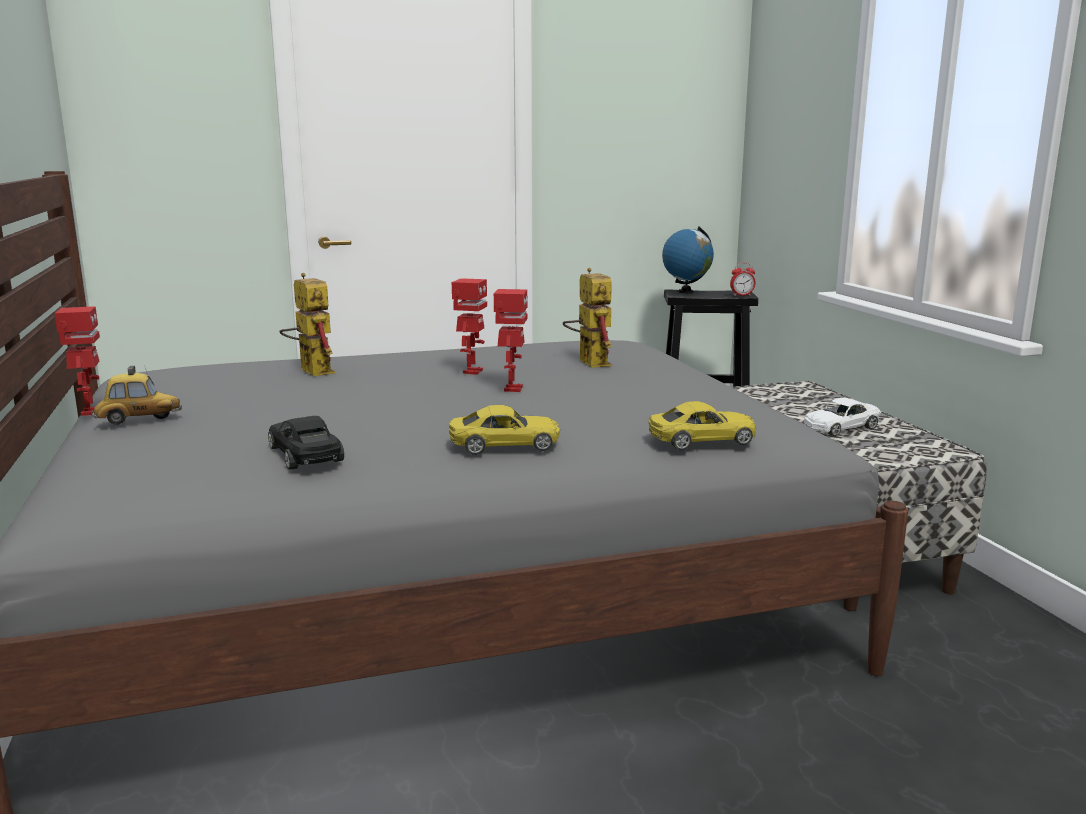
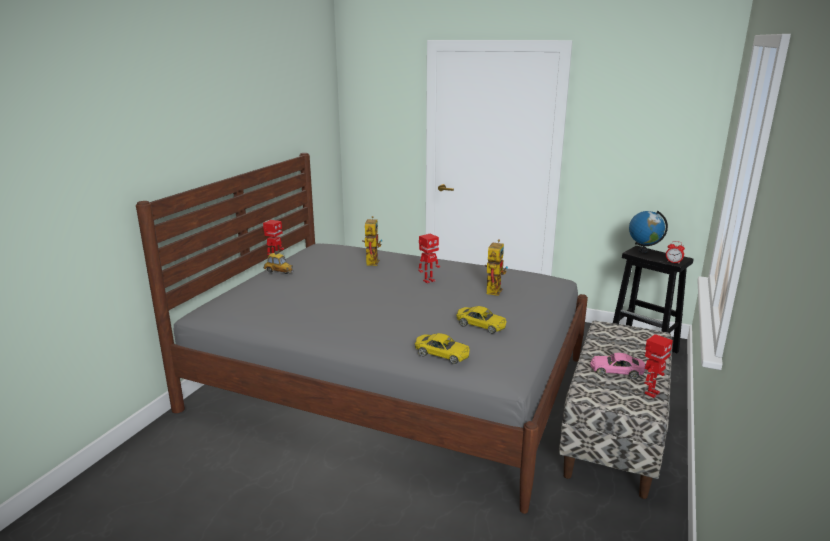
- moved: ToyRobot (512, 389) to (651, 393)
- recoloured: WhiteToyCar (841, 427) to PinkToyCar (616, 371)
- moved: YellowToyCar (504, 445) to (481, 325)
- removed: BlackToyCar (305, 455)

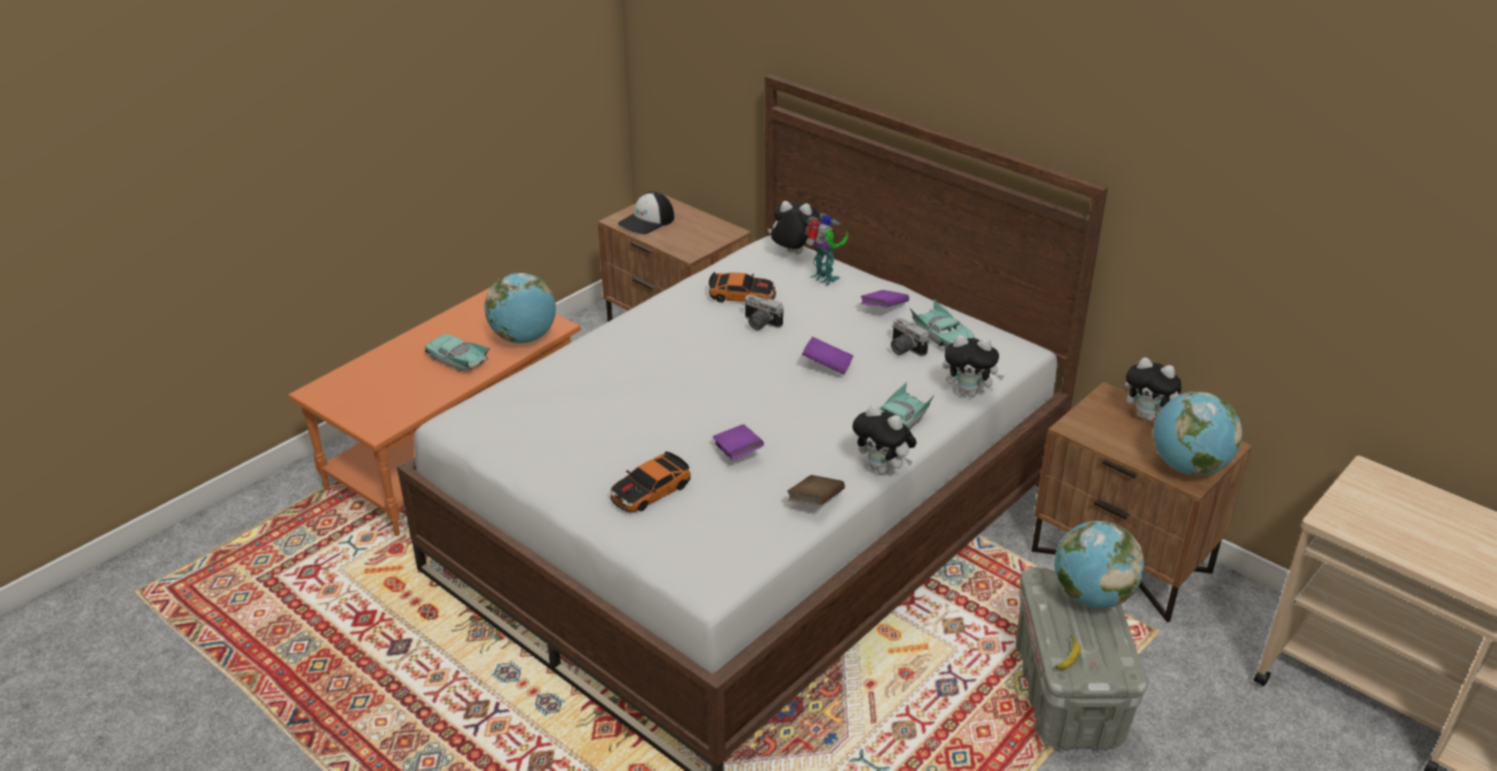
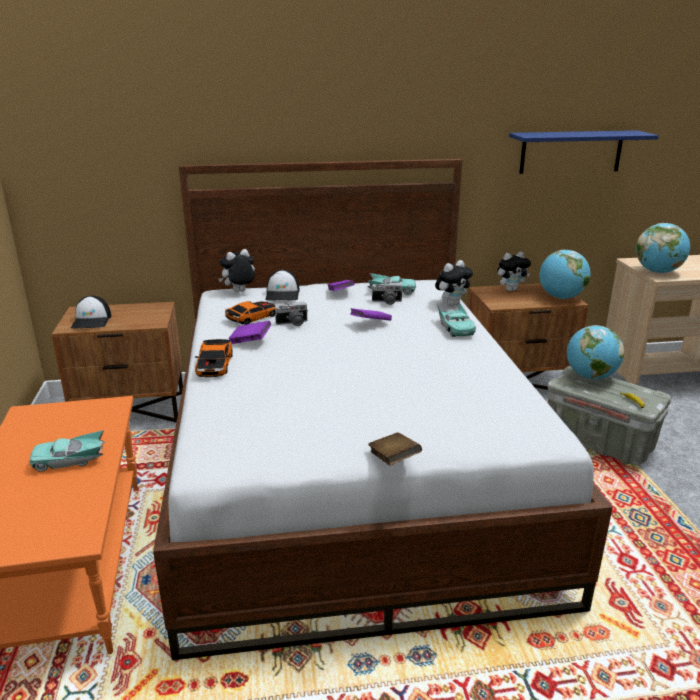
- replaced: ToyRobot (823, 279) to Cap (283, 294)
- moved: Globe (524, 338) to (657, 272)
- removed: PlushToy (883, 469)
- moved: PurpleBook (737, 453) to (250, 341)
- moved: ToyCar (650, 490) to (215, 364)
- moved: BrownBook (815, 502) to (393, 460)
- added: BlueShelf (571, 152)

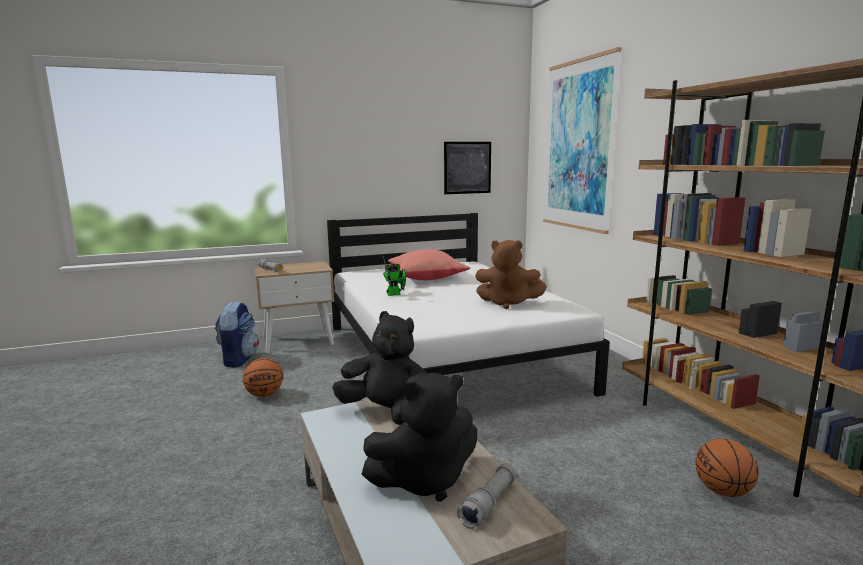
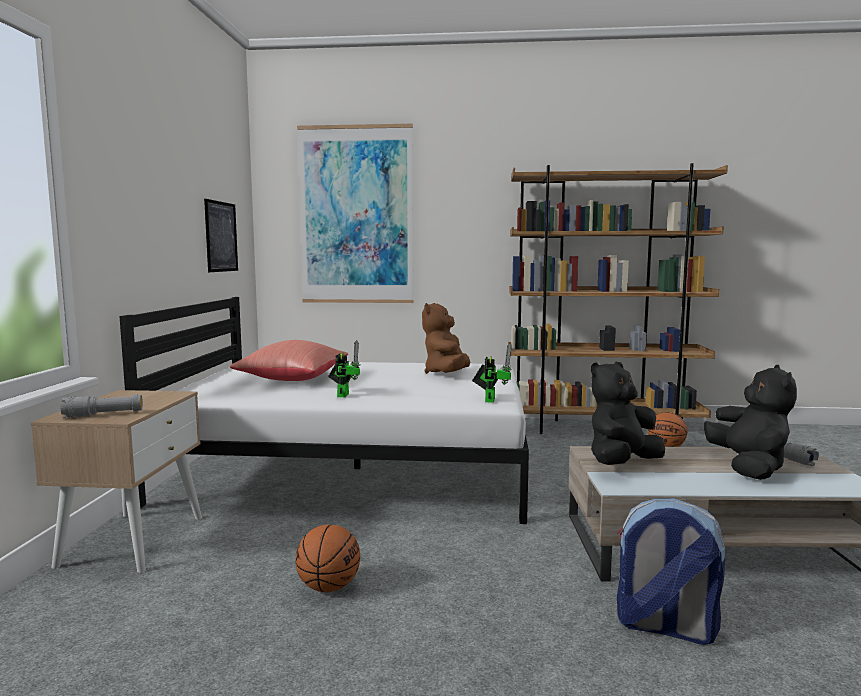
- turned: BrownPlushToy (507, 303) = (447, 374) 150 degrees clockwise
- moved: Backpack (238, 359) to (664, 627)
- added: ToyRobot (490, 399)

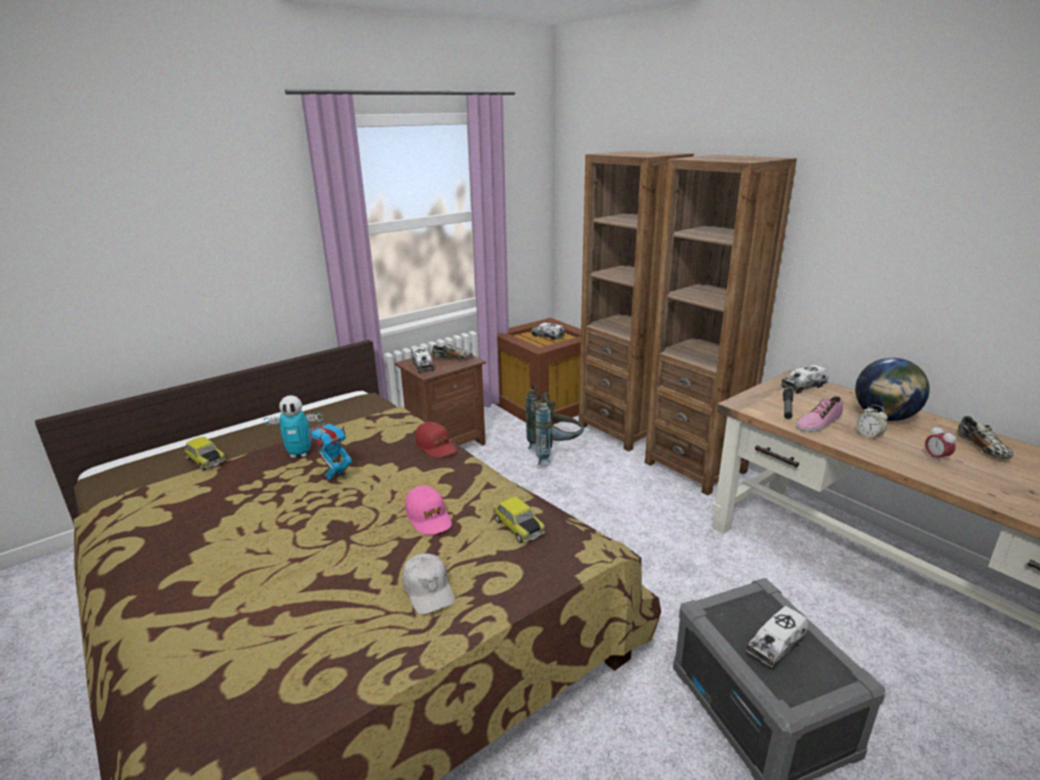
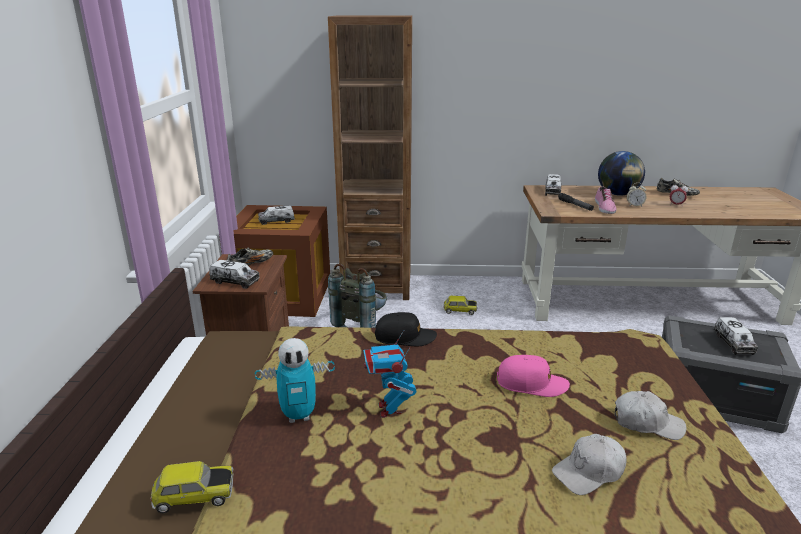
- removed: BrownBookcase (695, 467)
- turned: ToyRobot (300, 454) = (299, 415) 45 degrees clockwise
- recoloured: RedCap (436, 446) to BlackCap (405, 337)
- moved: ToyCar (518, 527) to (460, 310)
- added: WhiteCap (589, 472)

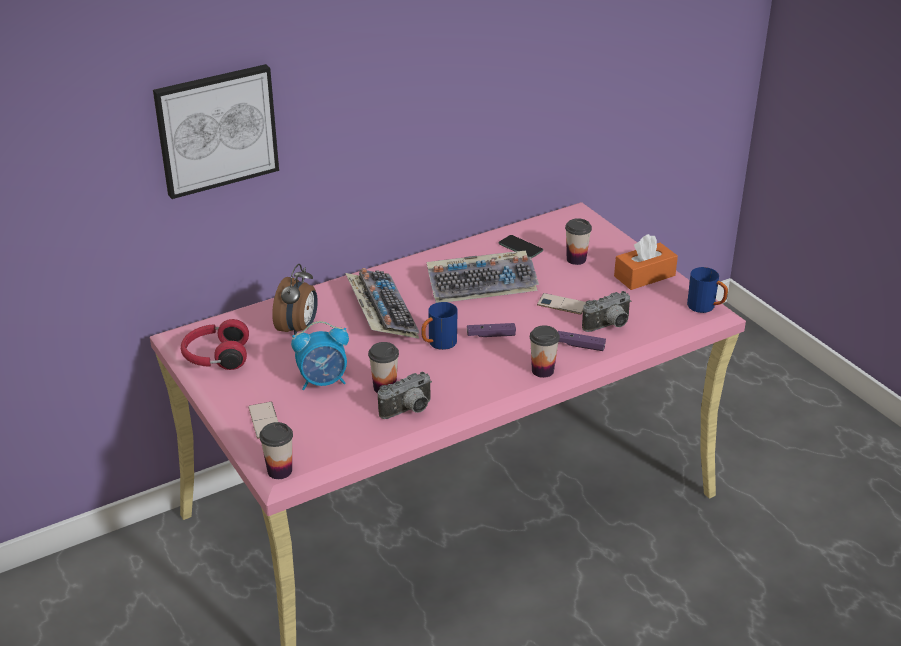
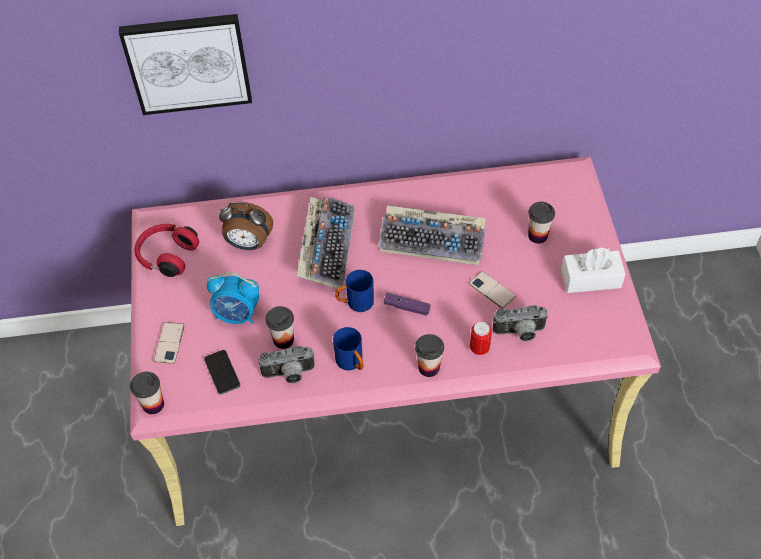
- recoloured: OrangeTissueBox (644, 276) to WhiteTissueBox (591, 278)
- moved: Phone (520, 247) to (222, 372)
- turned: AlarmClock (298, 329) = (248, 244) 60 degrees clockwise
- moved: BlueMug (706, 307) to (352, 363)
- replaced: PurpleGameController (580, 346) to Can (479, 348)

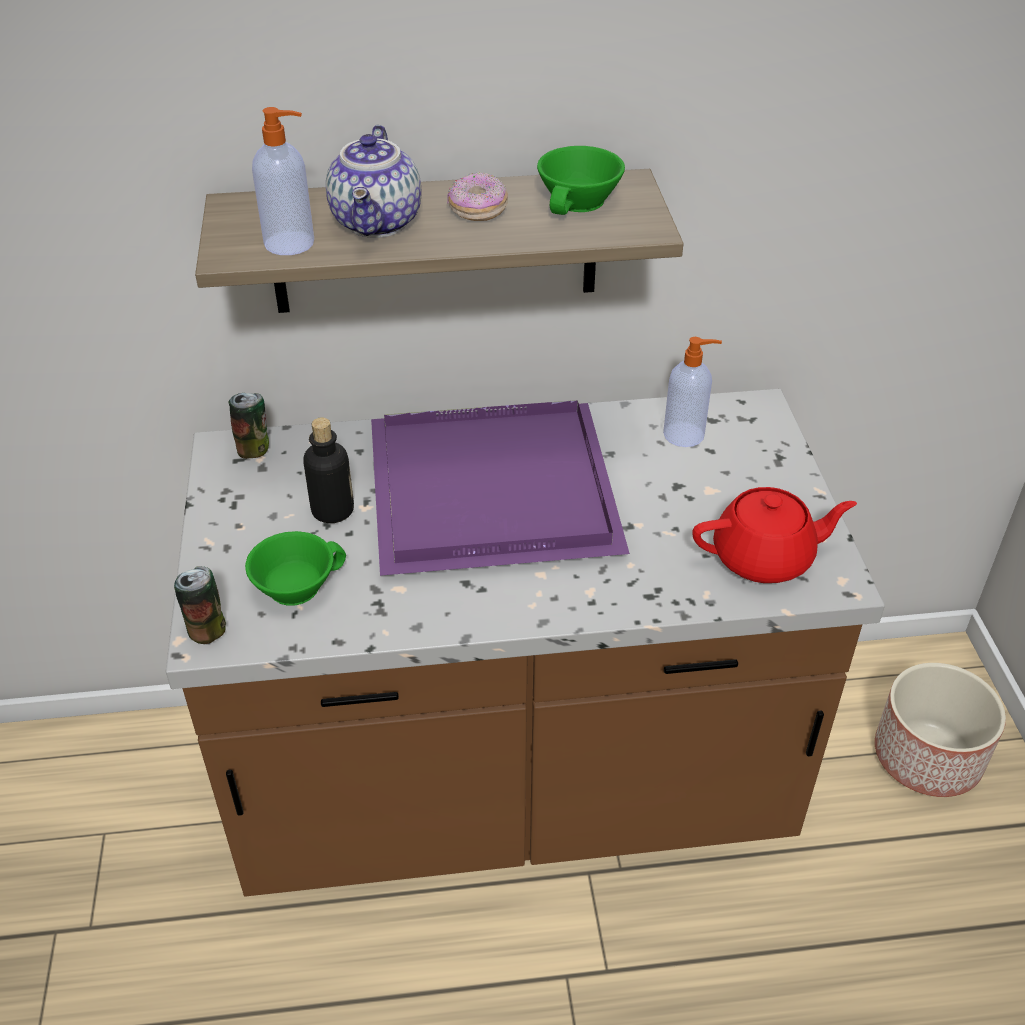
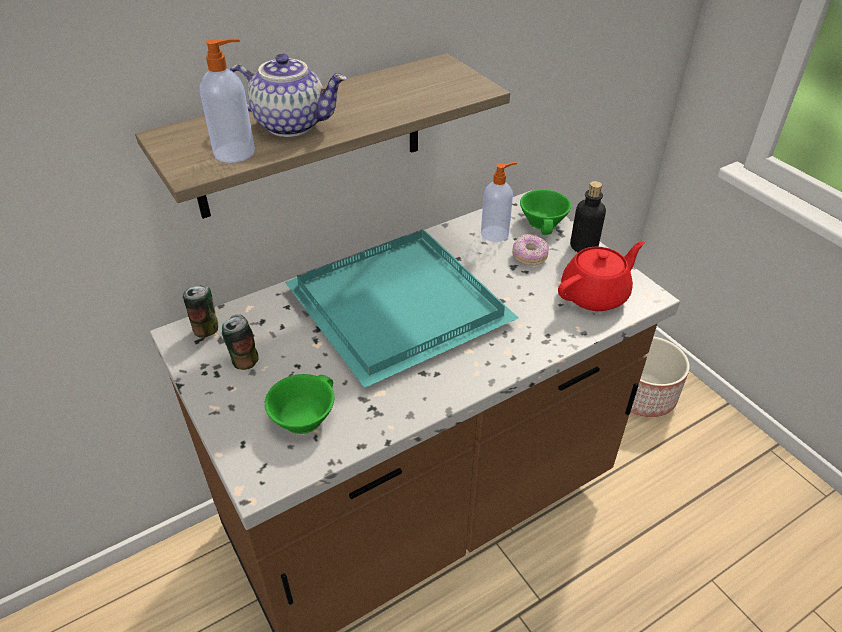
- turned: Teapot (379, 223) = (292, 124) 60 degrees counterclockwise
- moved: GreenCup (581, 202) to (545, 222)
- moved: Donut (477, 210) to (529, 257)
- recoloured: PurpleTray (488, 494) to TurquoiseTray (397, 308)
- moved: Bottle (332, 510) to (583, 246)
- moved: Can (207, 629) to (244, 360)

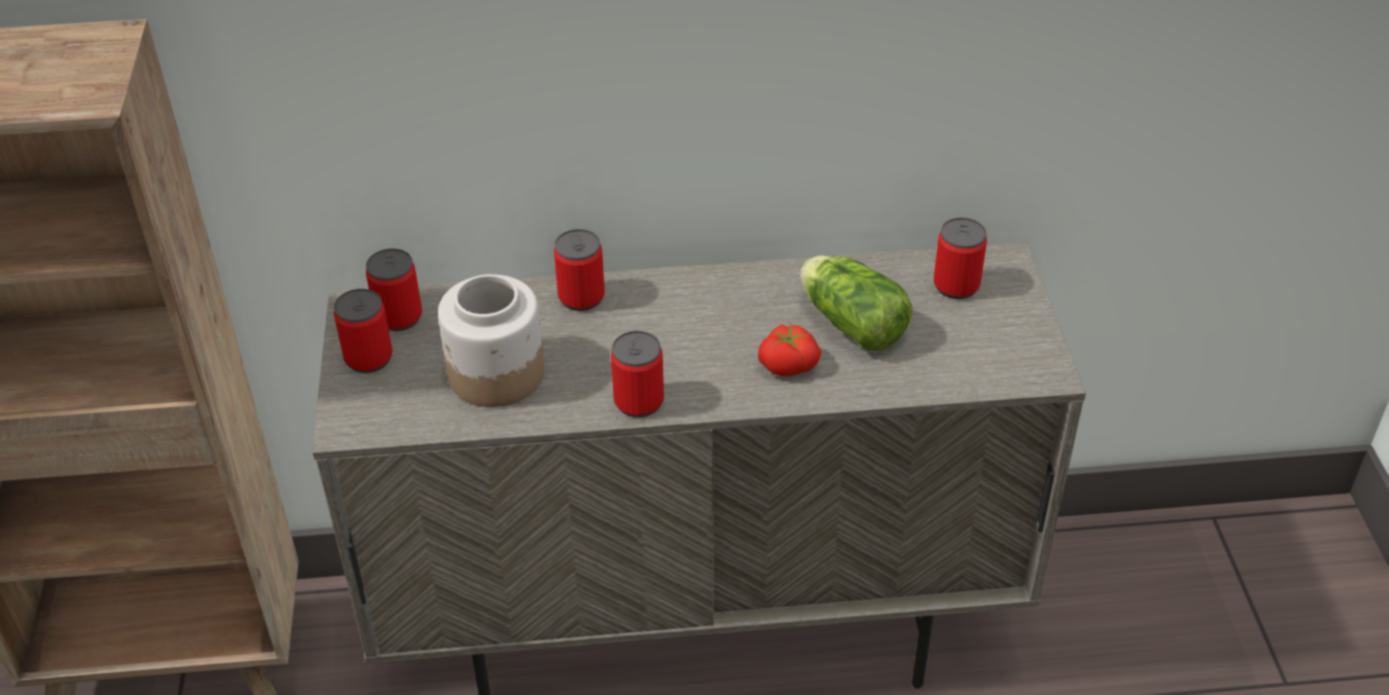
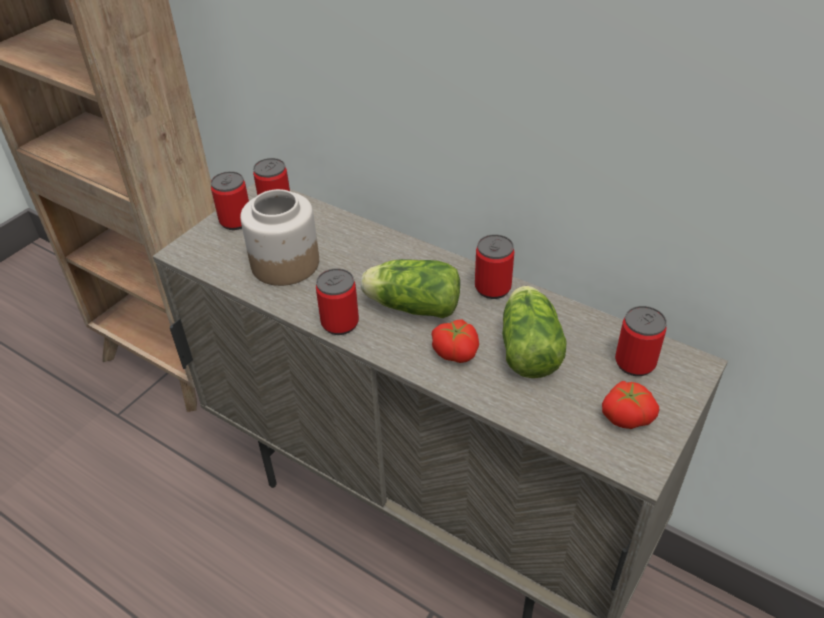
- moved: Can (581, 297) to (492, 288)
- added: Lettuce (410, 306)
- added: Tomato (626, 415)

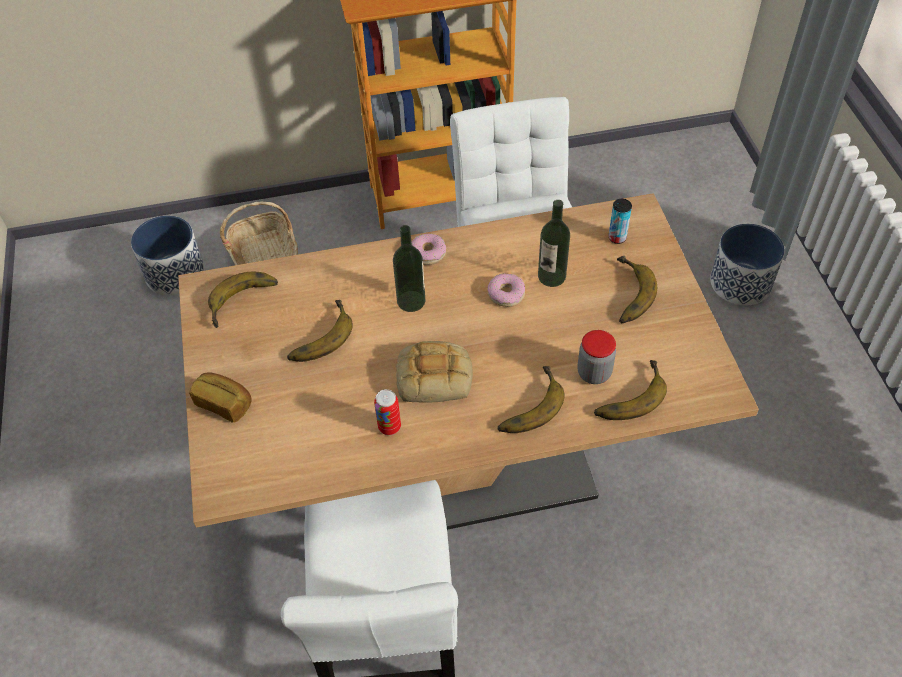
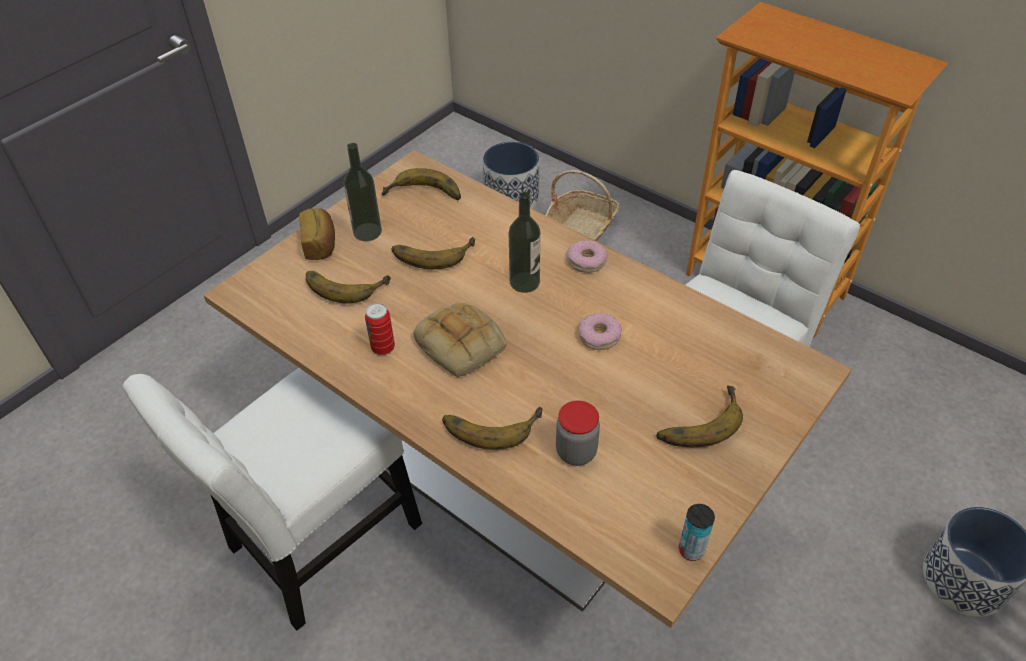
- moved: Can (617, 238) to (691, 550)
- moved: Bottle (551, 276) to (367, 232)
- moved: Banana (627, 394) to (346, 284)

